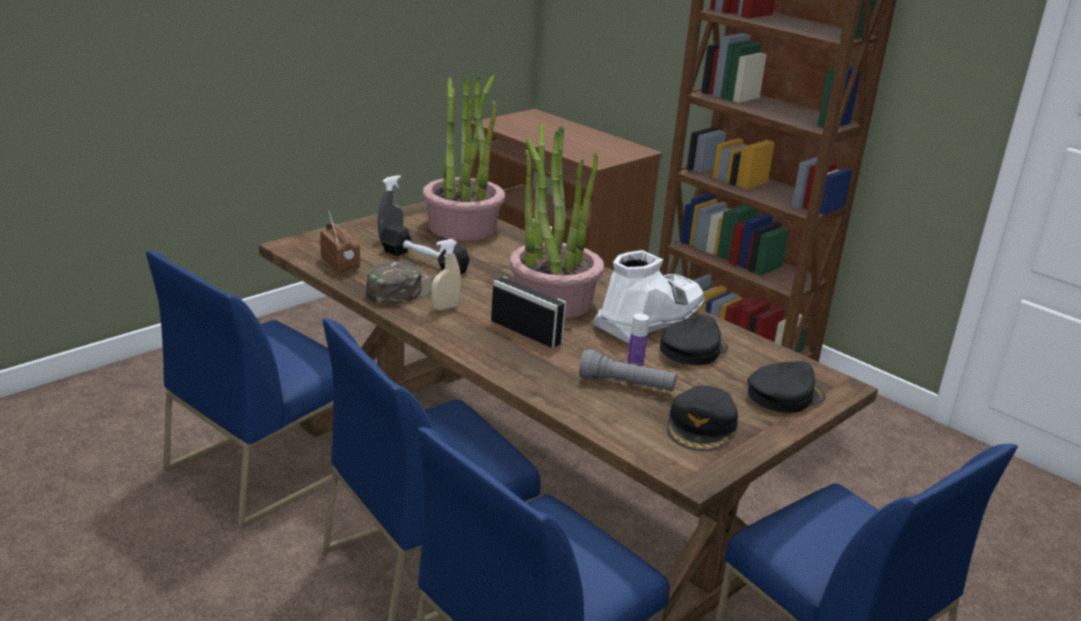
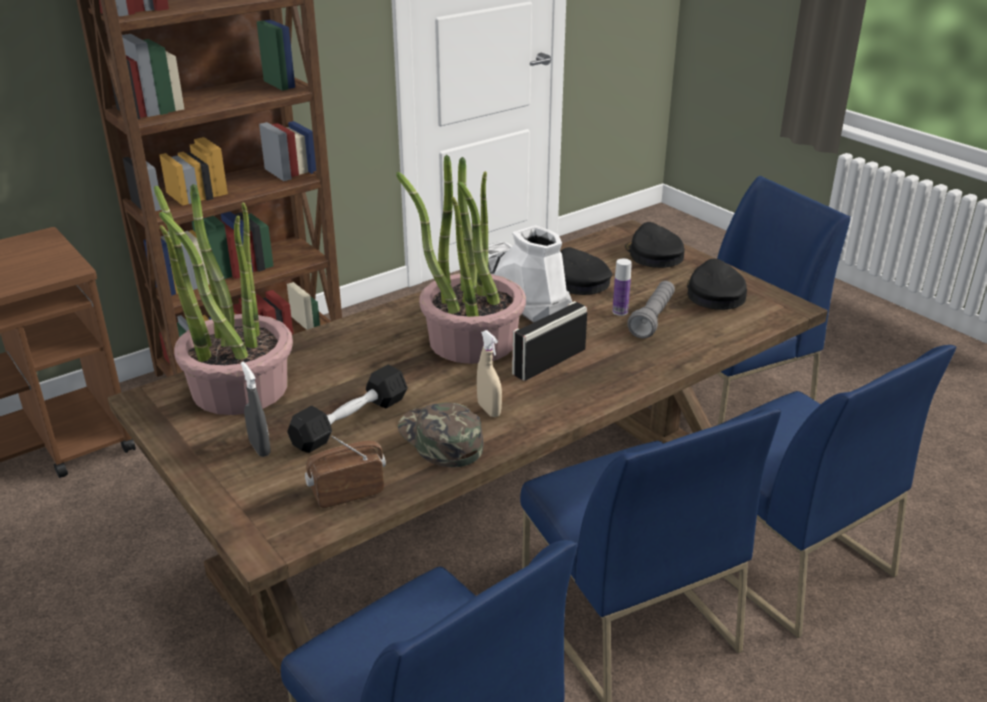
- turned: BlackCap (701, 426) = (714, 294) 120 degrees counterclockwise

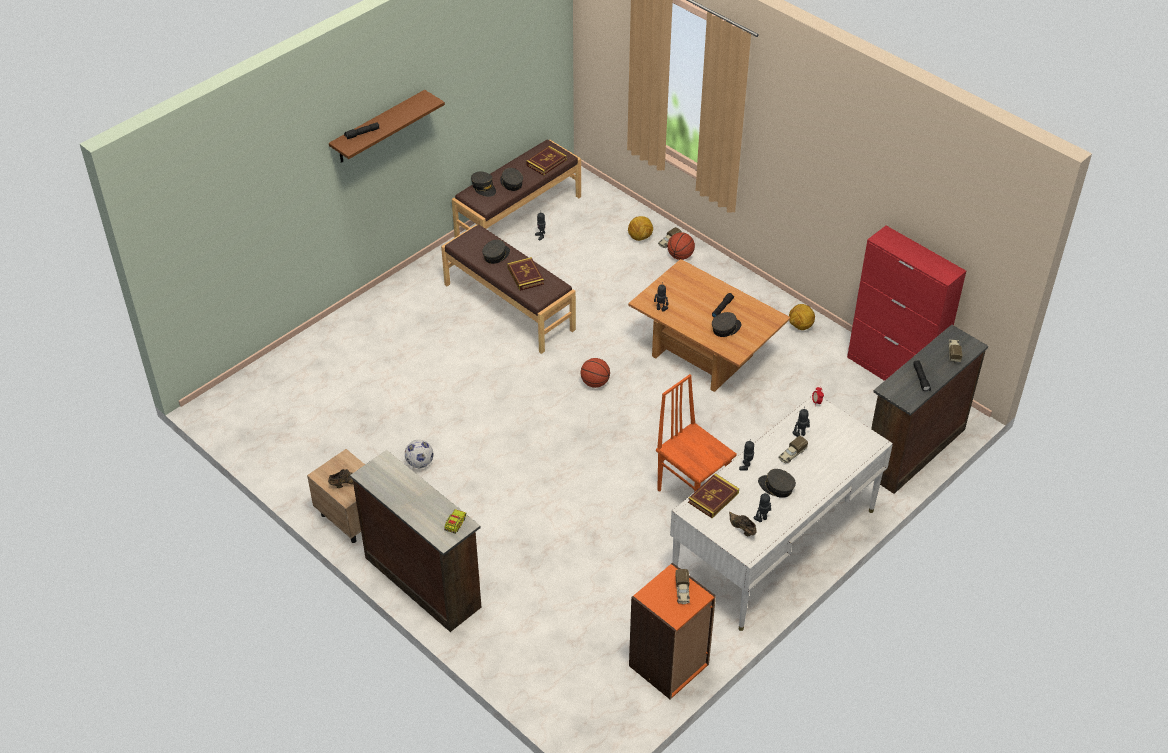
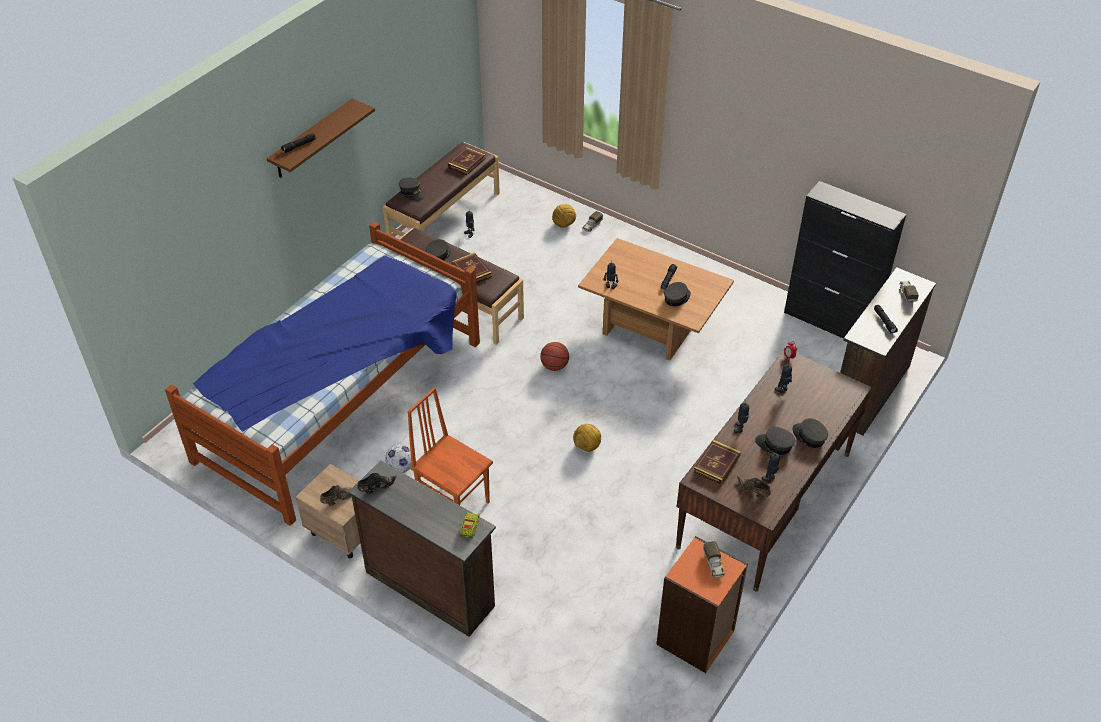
- moved: GreyCap (511, 183) to (809, 436)
- recoloured: RedCabinet (892, 373) to BlackCabinet (829, 322)
- removed: Basketball (680, 256)
- moved: Football (800, 326) to (587, 447)
- moved: OrangeChair (692, 491) to (454, 503)
- recoloured: WhiteDesk (774, 543) to BrownDesk (765, 499)
- removed: ToyTruck (791, 455)
- added: Bed (342, 401)
- added: BlackShoe (376, 488)

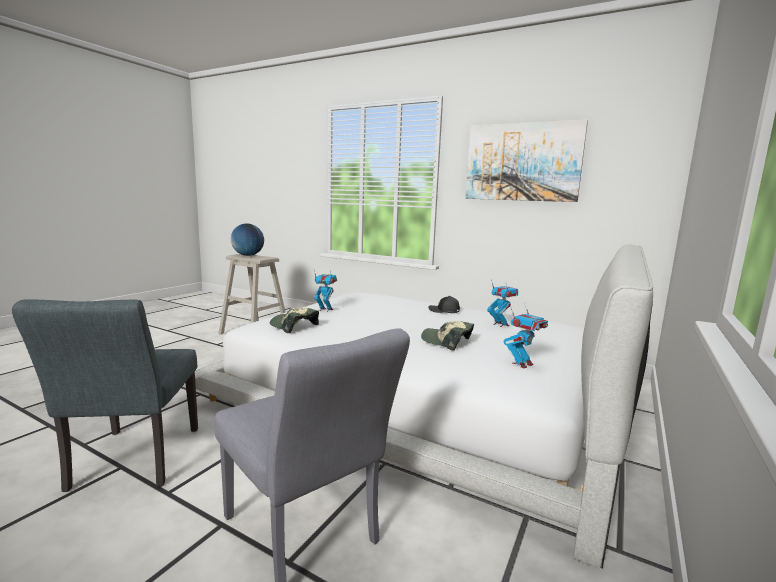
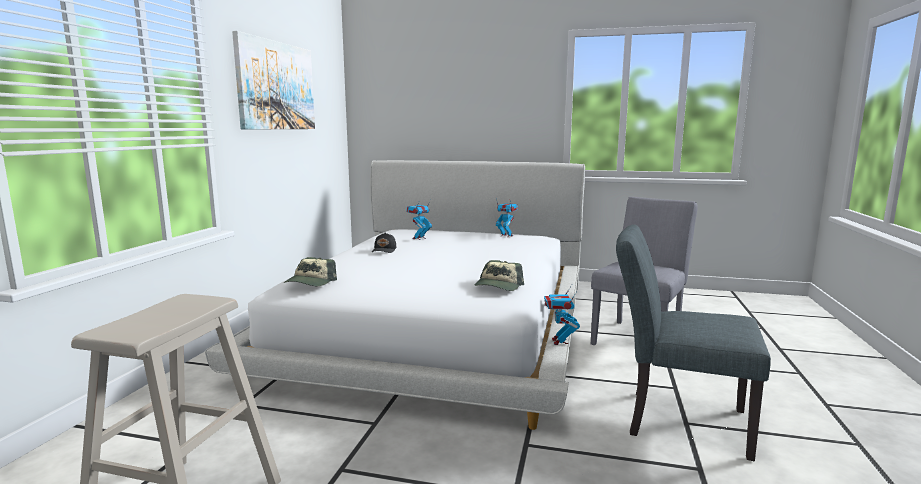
- removed: Globe (248, 255)
- moved: ToyRobot (325, 310) to (559, 341)
- turned: GreyChair (132, 463) = (676, 420) 135 degrees counterclockwise
- moved: Cap (446, 342) to (310, 282)

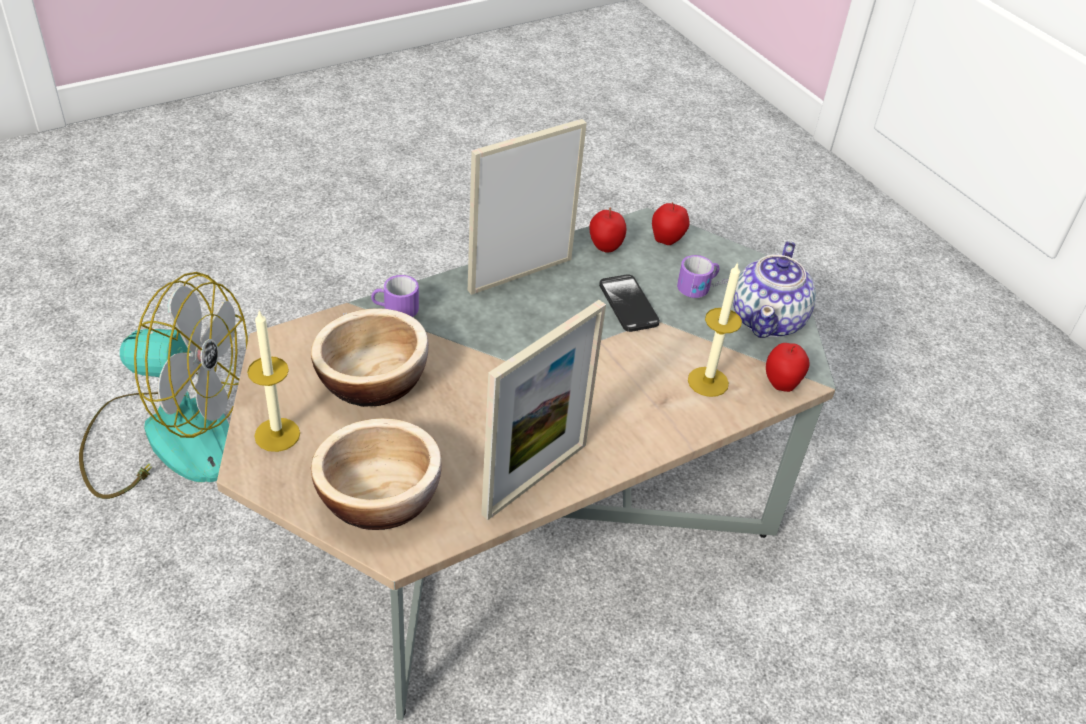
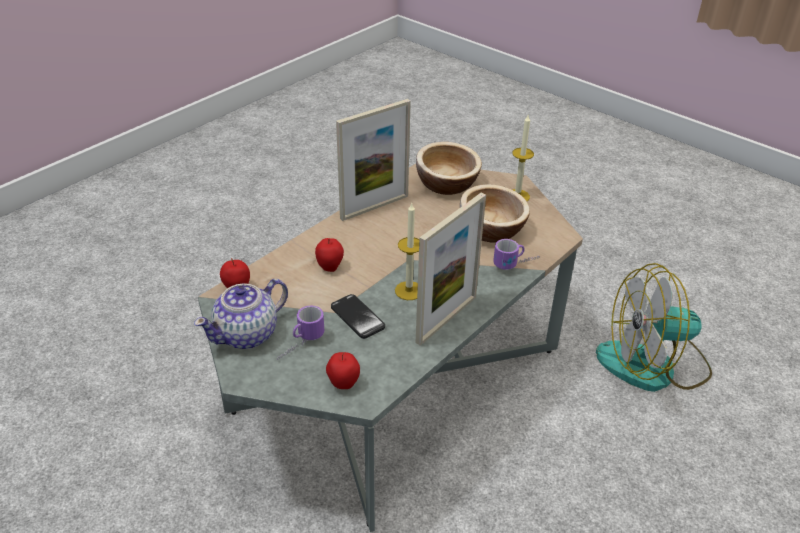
- moved: Apple (605, 248) to (330, 267)
- turned: Teapot (768, 319) = (247, 334) 135 degrees counterclockwise
- moved: Candle (708, 381) to (409, 290)
- turned: PictureFrame (535, 479) = (374, 207) 150 degrees counterclockwise

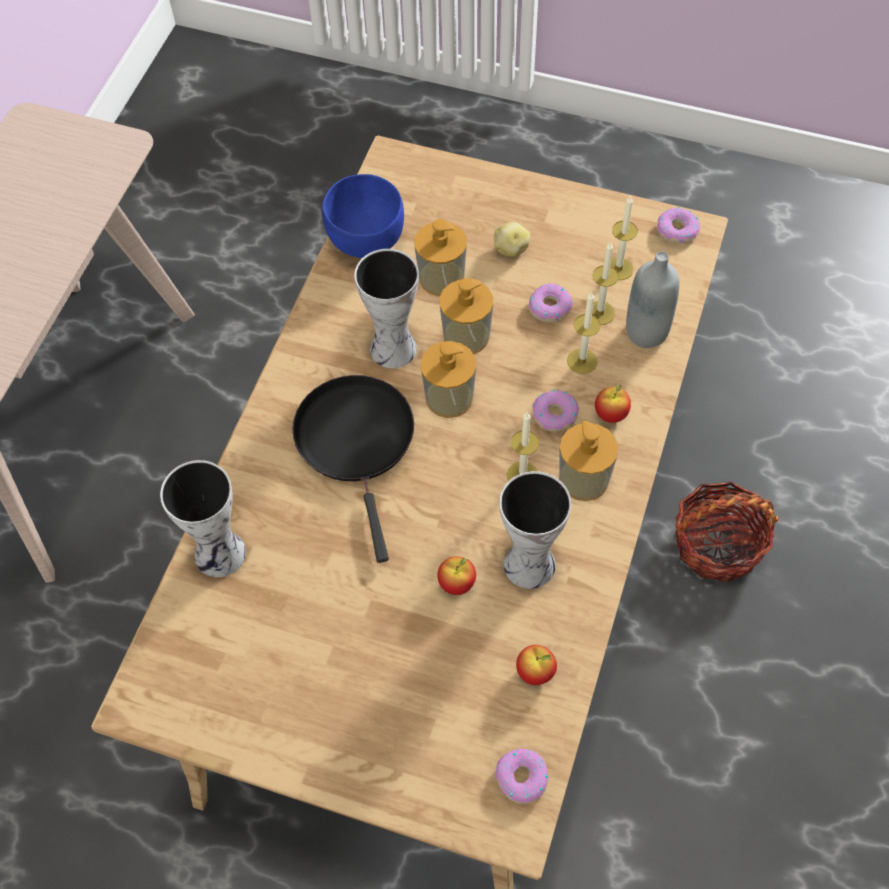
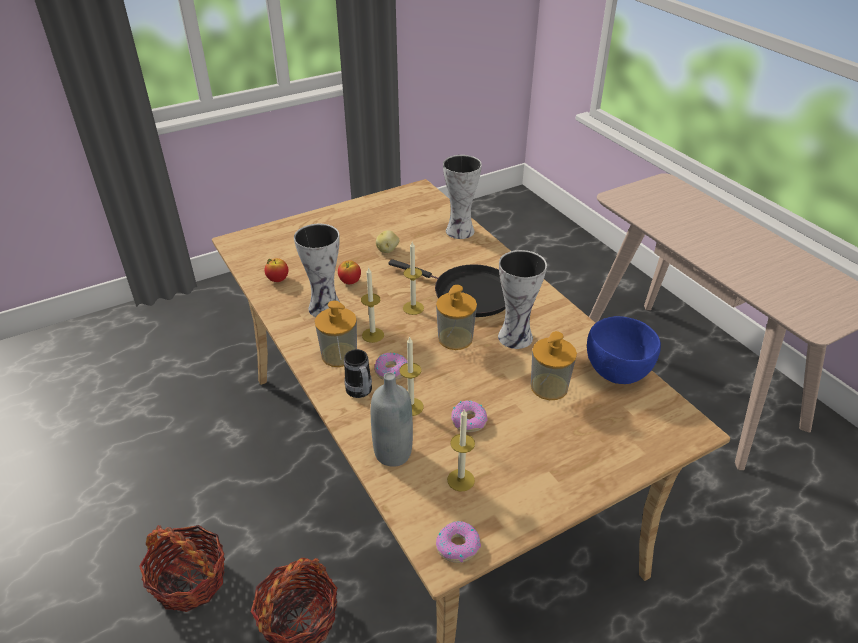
- moved: Potato (510, 249) to (388, 250)
- moved: Candle (600, 313) to (413, 308)
- removed: SoapDispenser (466, 336)
- replaced: Apple (611, 414) to Mug (360, 393)
- removed: Donut (521, 778)
- added: Basket (189, 580)

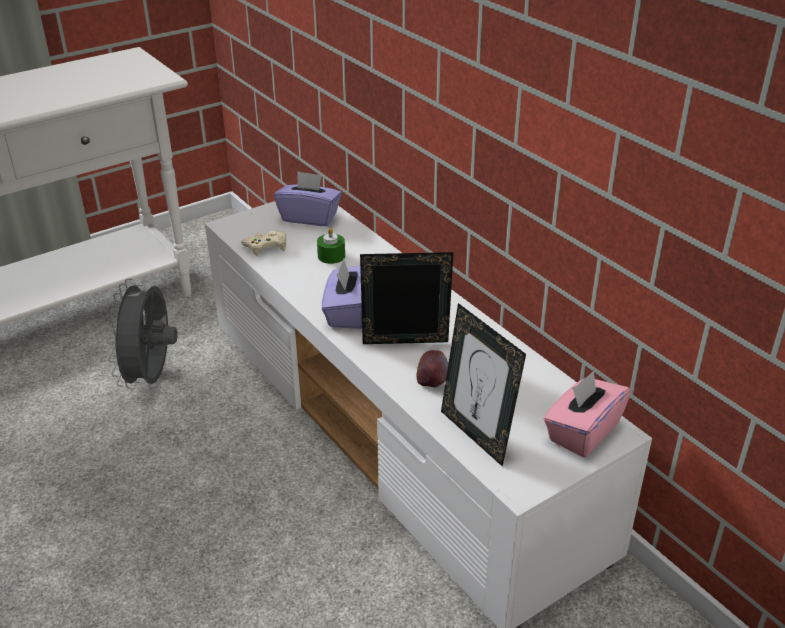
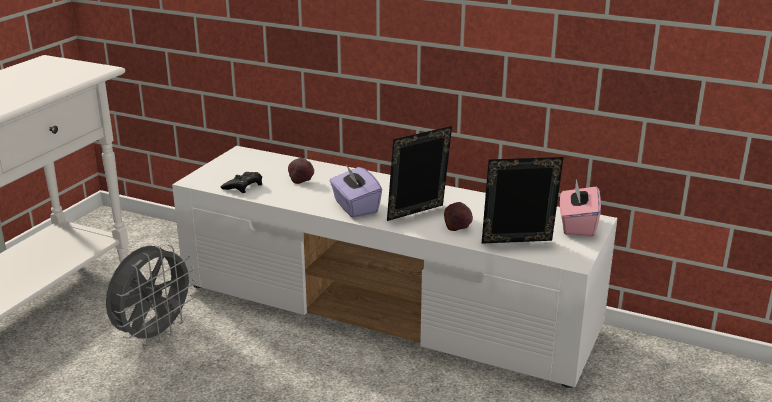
- removed: PurpleTissueBox (309, 217)
- replaced: GreenCandle (331, 256) to Apple (301, 180)
- recoloured: BeigeGameController (266, 247) to BlackGameController (243, 186)
- turned: GreyFan (152, 378) = (154, 334) 120 degrees counterclockwise
- turned: PictureFrame (476, 434) = (518, 244) 150 degrees clockwise

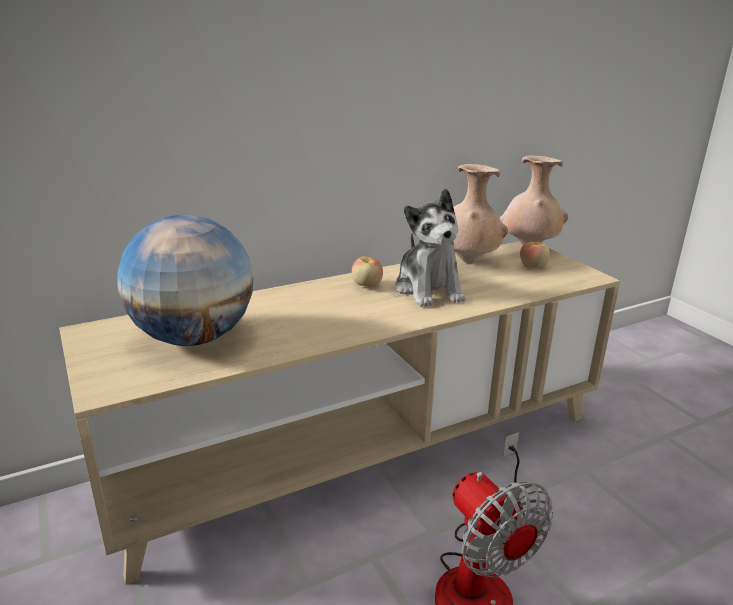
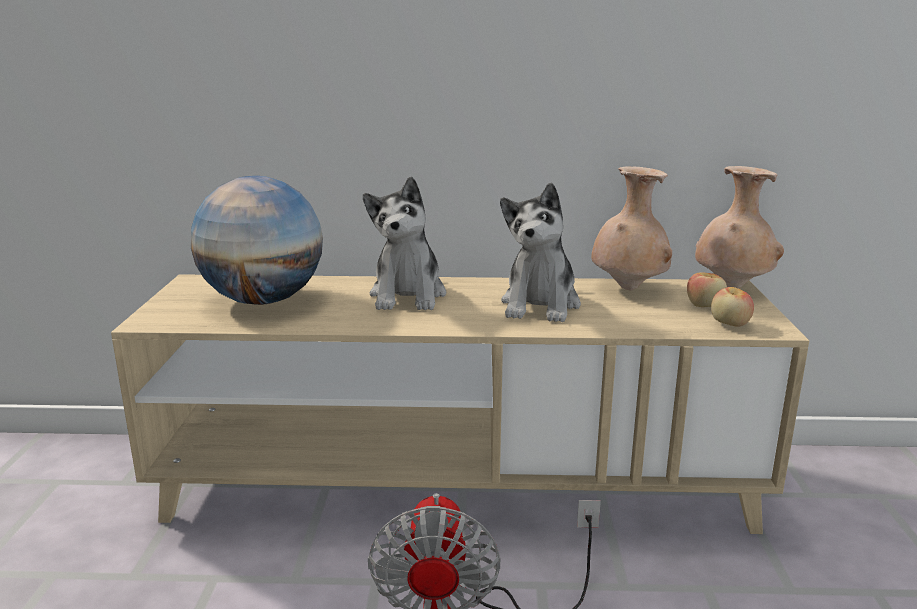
- moved: Apple (367, 285) to (730, 324)
- added: PlushToy (408, 295)

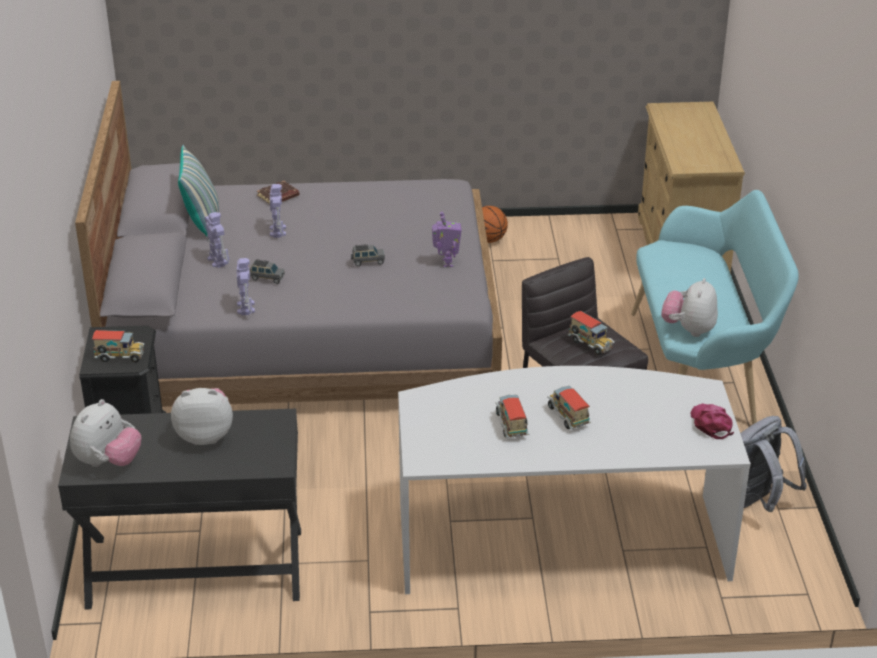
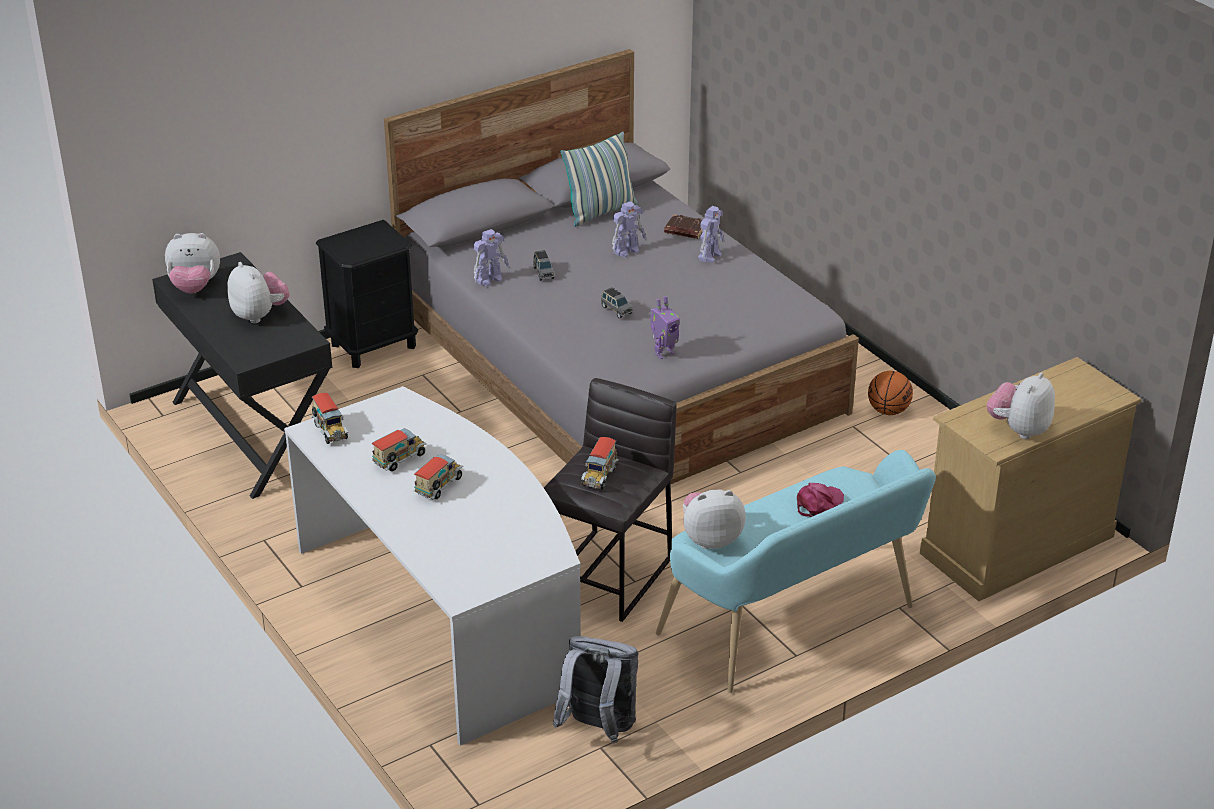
- moved: ToyRobot (217, 260) to (710, 255)
- moved: ToyTruck (120, 357) to (330, 432)
- moved: PinkCap (711, 423) to (818, 504)
- added: PlushToy (1019, 429)

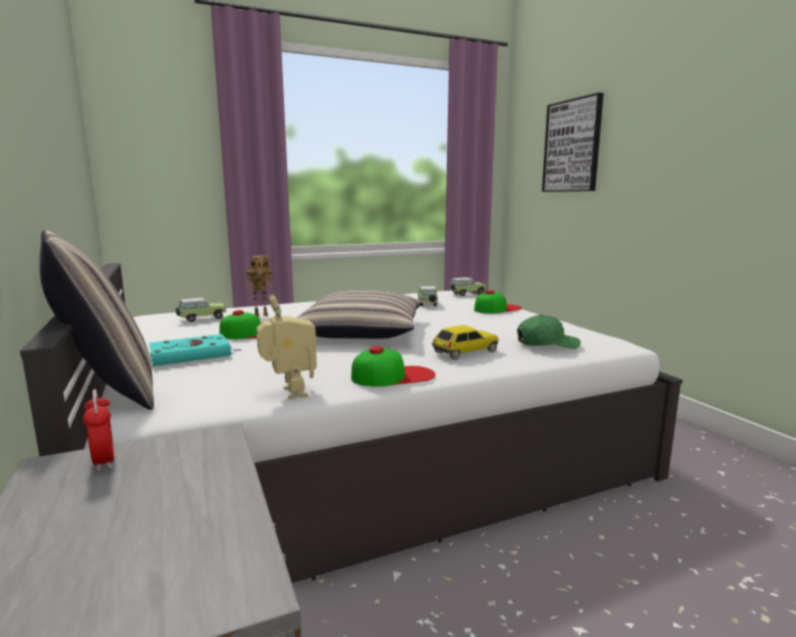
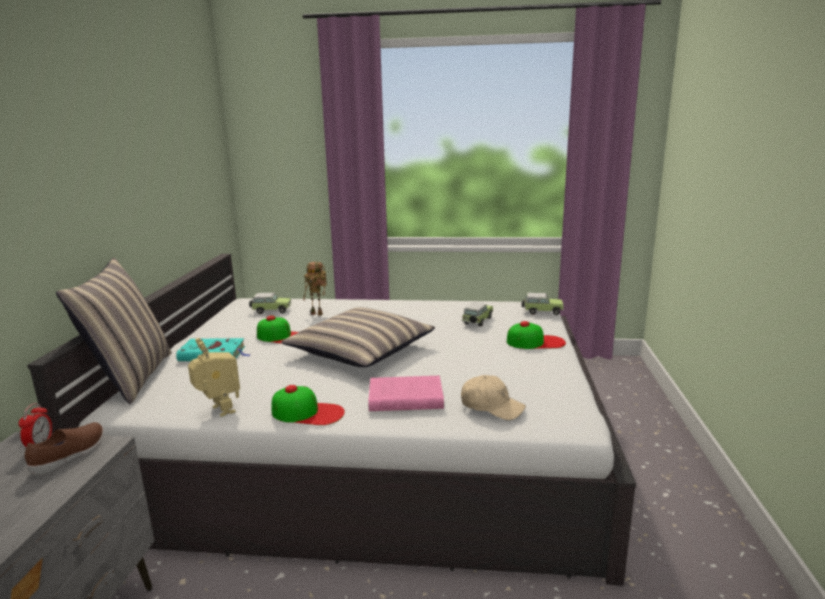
- removed: Picture (572, 146)
- turned: ToyRobot (289, 393) = (219, 411) 45 degrees counterclockwise
- recoloured: GreenCap (546, 344) to BeigeCap (491, 406)
- replaced: ToyCar (464, 352) to PinkBook (403, 398)
- added: BrownShoe (70, 456)

